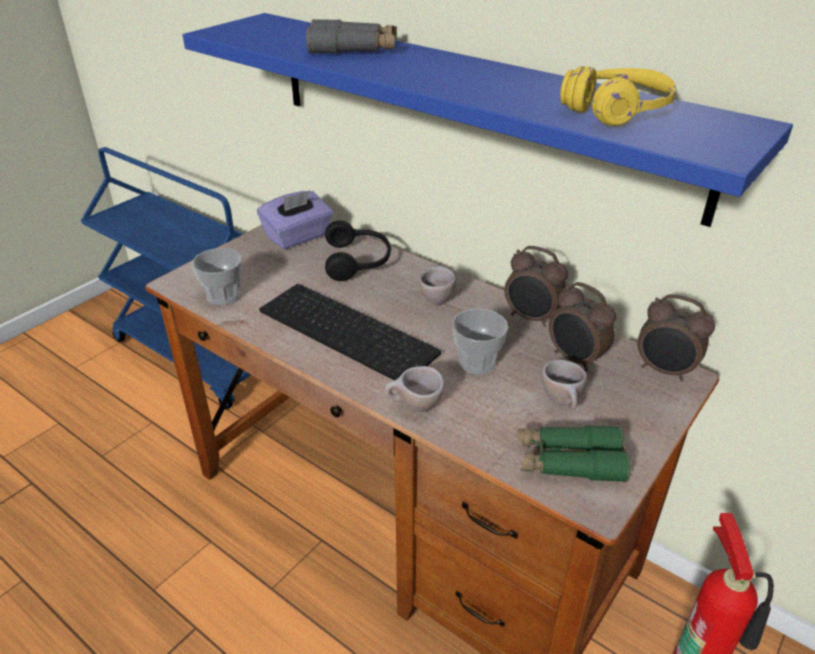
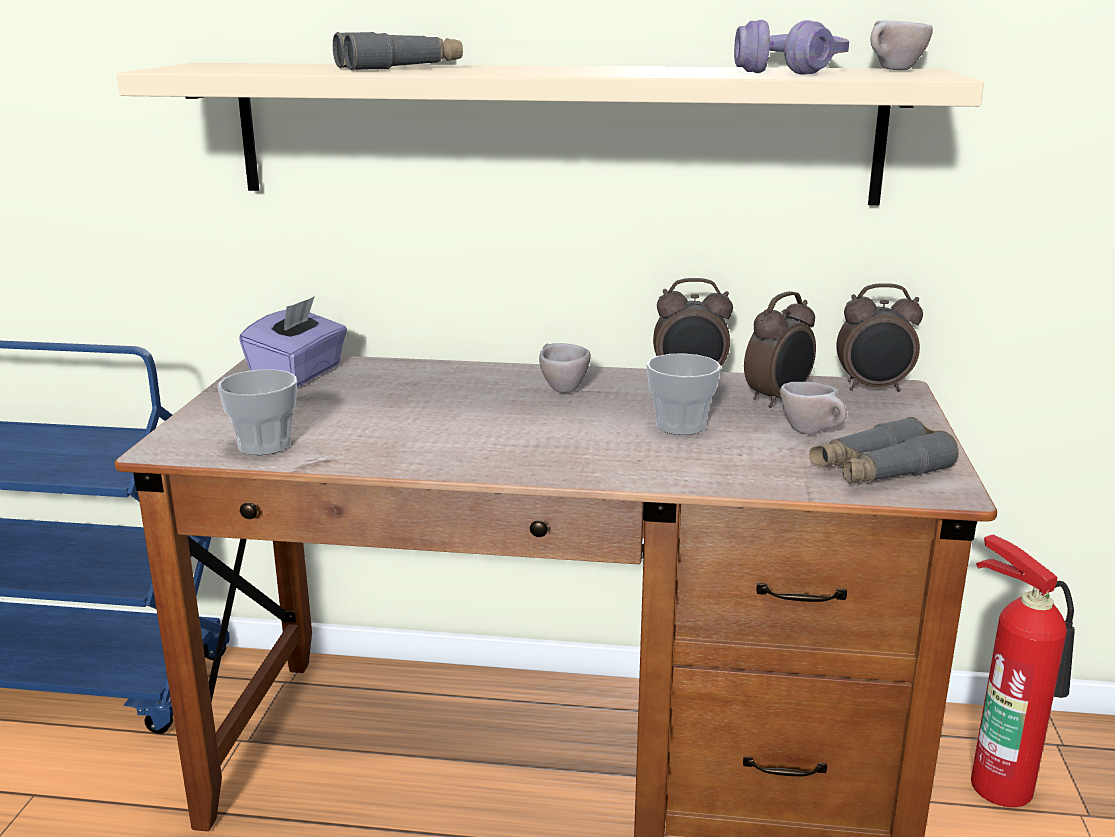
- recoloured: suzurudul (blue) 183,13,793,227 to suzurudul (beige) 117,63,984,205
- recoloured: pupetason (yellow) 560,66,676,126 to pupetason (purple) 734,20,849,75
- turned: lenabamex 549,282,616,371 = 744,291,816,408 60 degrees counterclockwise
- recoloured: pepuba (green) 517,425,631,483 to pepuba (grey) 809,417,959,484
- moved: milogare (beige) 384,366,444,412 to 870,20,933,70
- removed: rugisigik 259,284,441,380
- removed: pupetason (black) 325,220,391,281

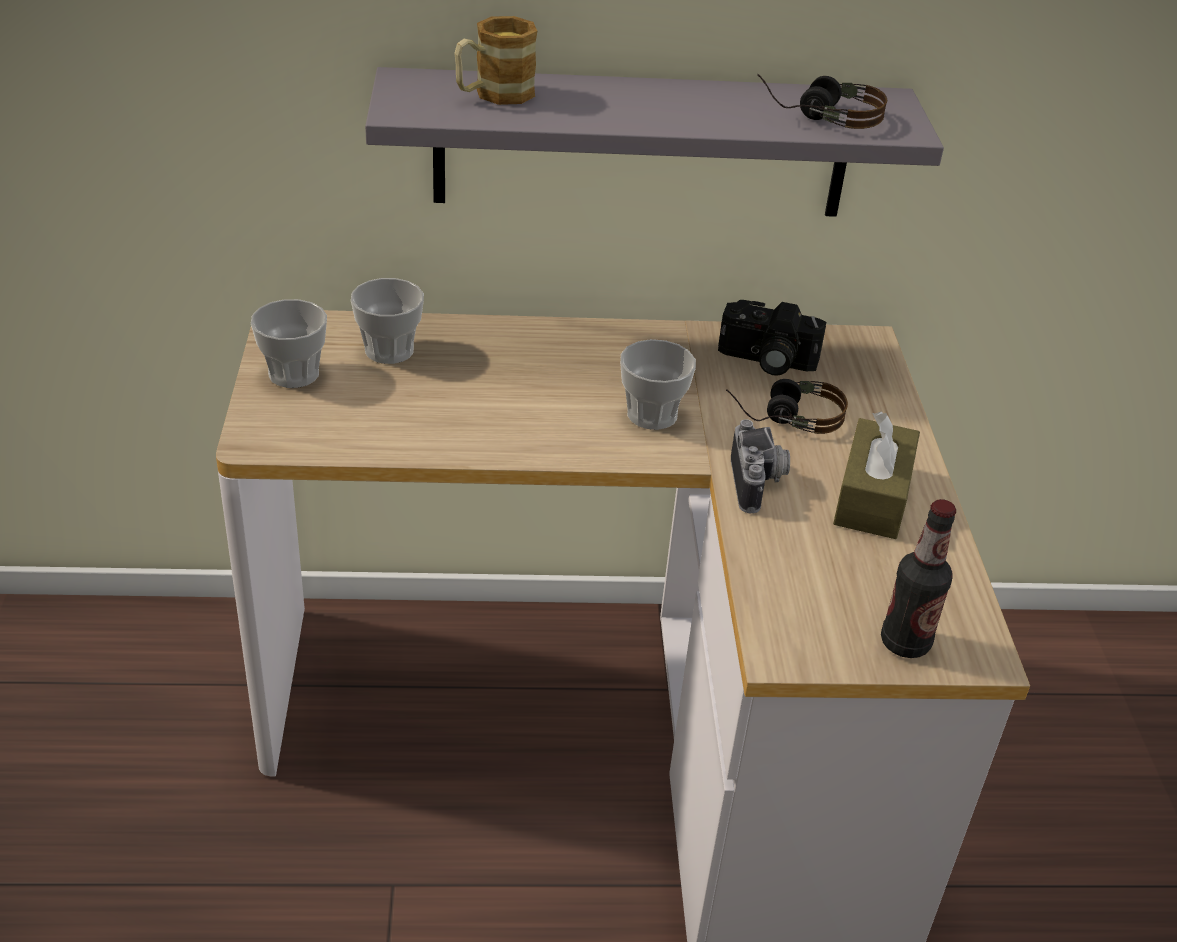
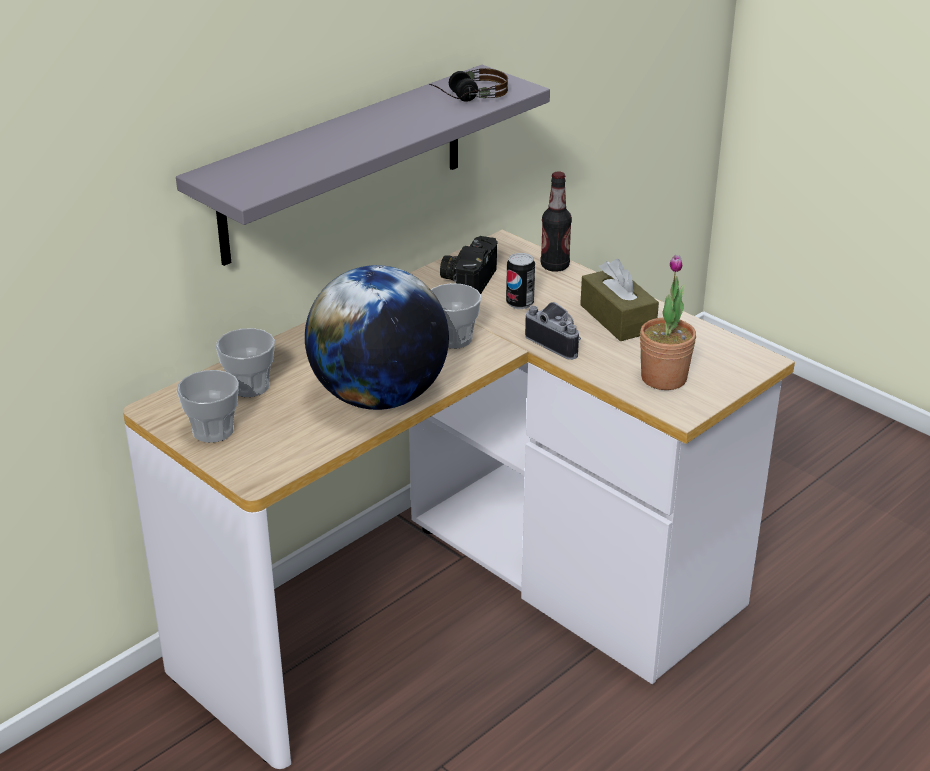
- added: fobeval 305,265,449,410
- turned: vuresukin 718,300,826,376 = 440,236,498,294 135 degrees clockwise
- replaced: pupetason 726,379,848,434 to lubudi 506,253,535,309
- moved: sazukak 881,499,956,658 to 541,171,572,272
- added: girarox 640,255,696,390
- removed: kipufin 454,16,537,105

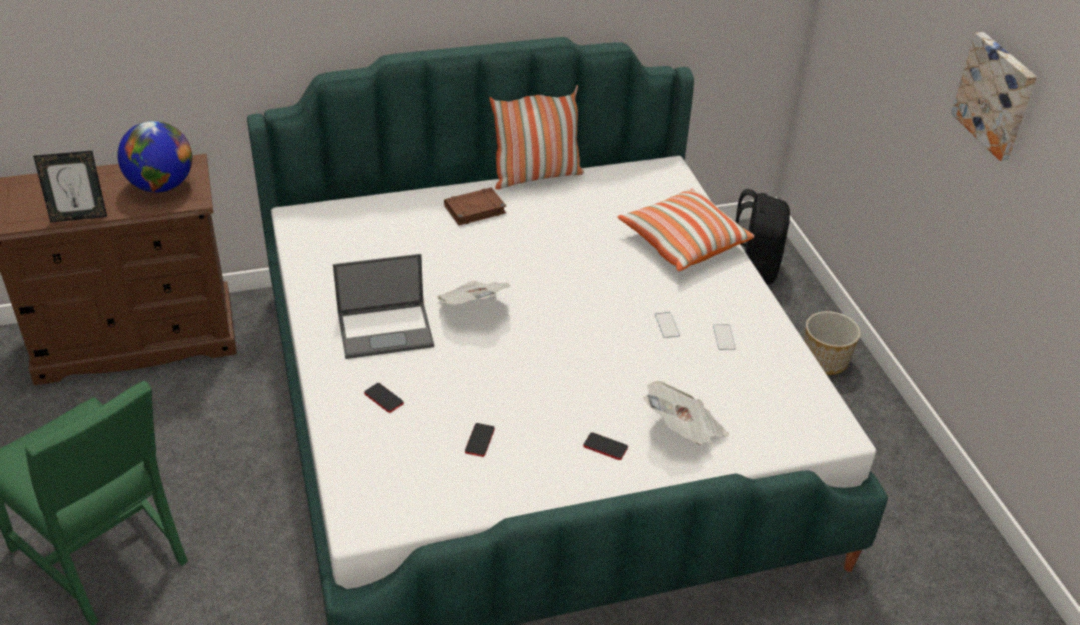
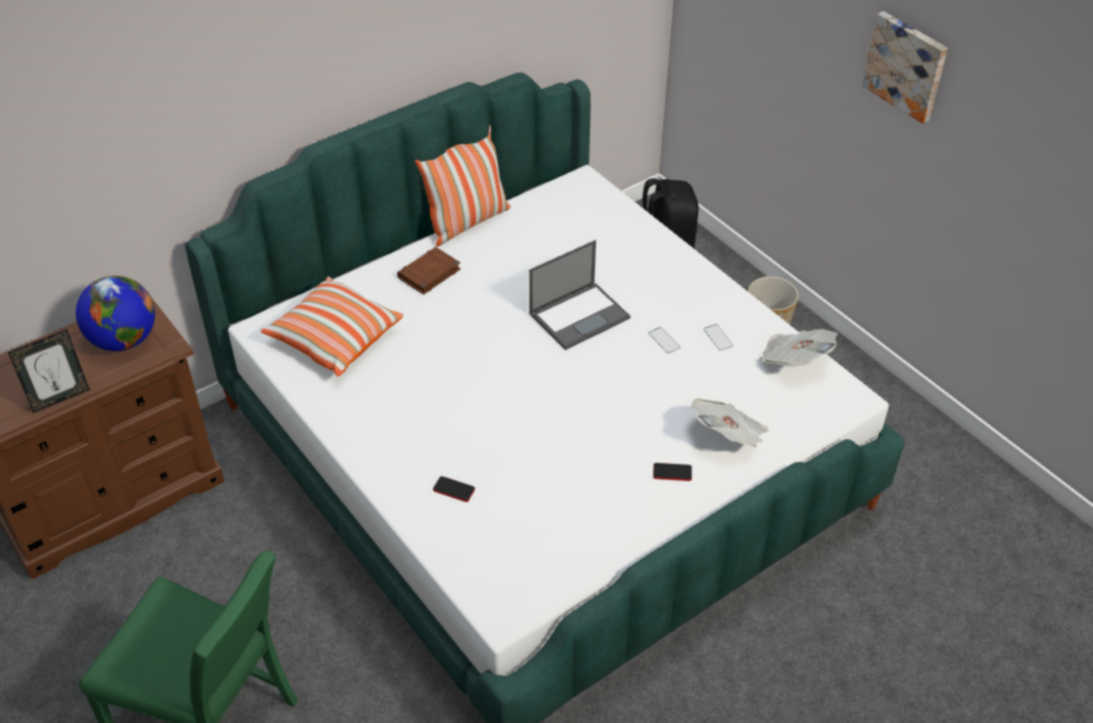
- moved: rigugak 618,188,754,271 to 261,277,403,376
- moved: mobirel 333,254,434,359 to 529,240,630,350
- moved: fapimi 437,281,511,305 to 759,329,838,366
- removed: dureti 465,423,495,457

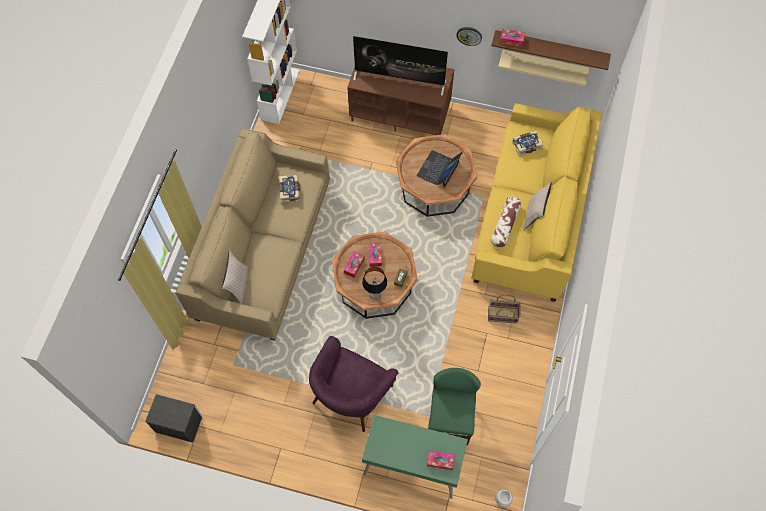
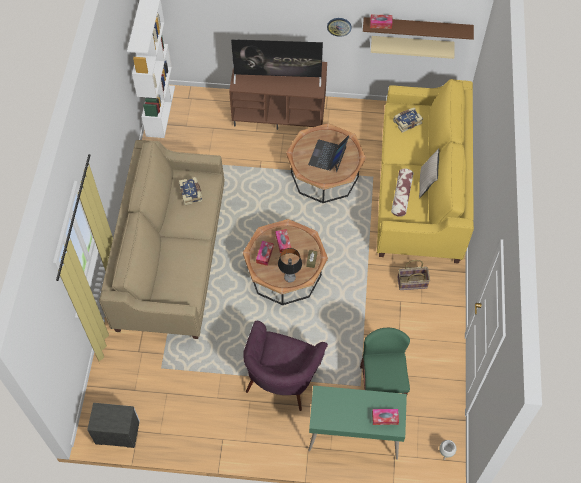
- removed: rigugak (beige) 222,250,249,304

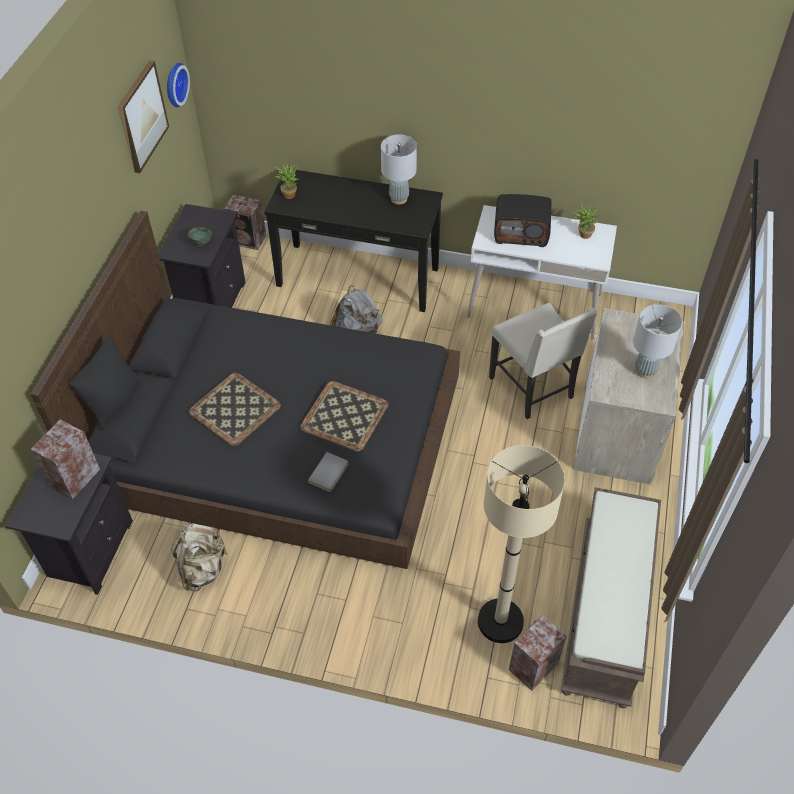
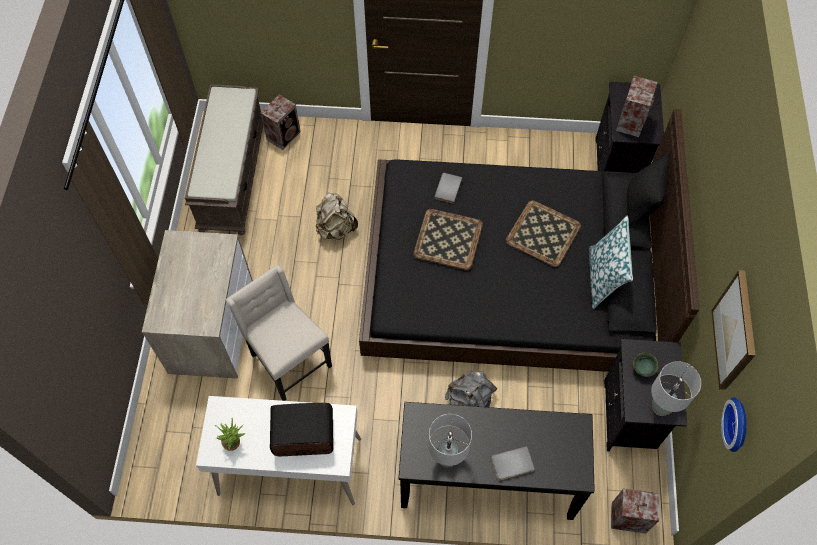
- moved: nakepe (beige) 171,524,227,592 to 316,193,358,240
- added: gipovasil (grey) 491,446,535,481
- added: rigugak 589,216,633,309
- moved: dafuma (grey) 633,304,682,378 to 651,361,701,416
- removed: girarox 274,162,299,199
- removed: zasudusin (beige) 478,445,565,643

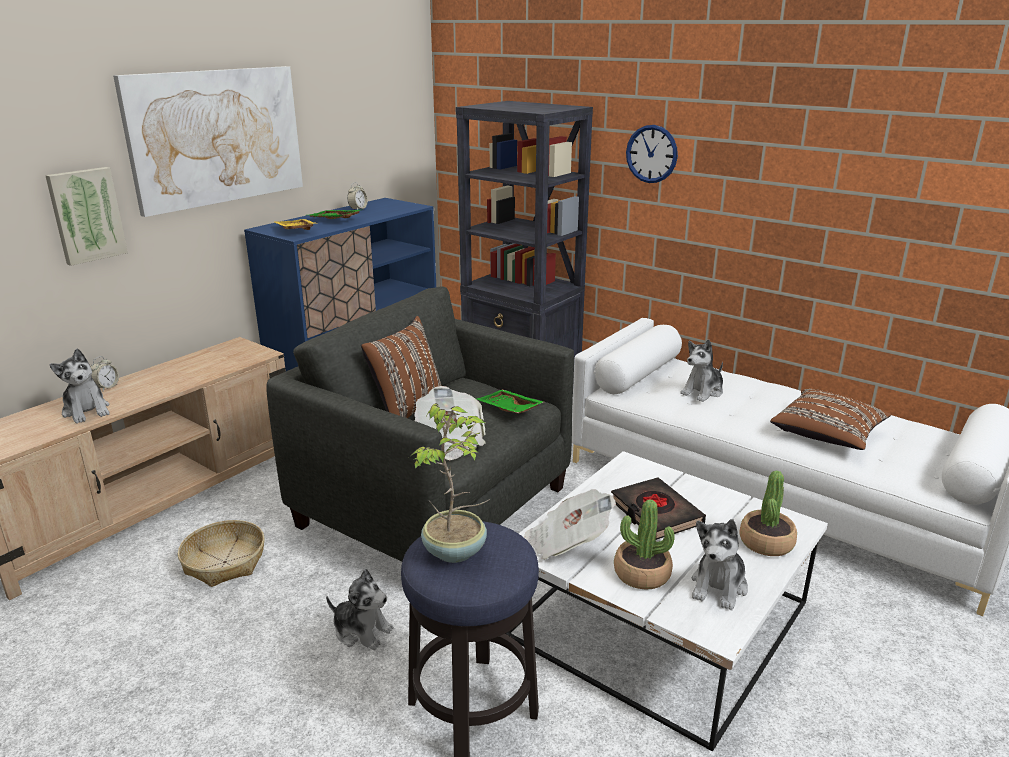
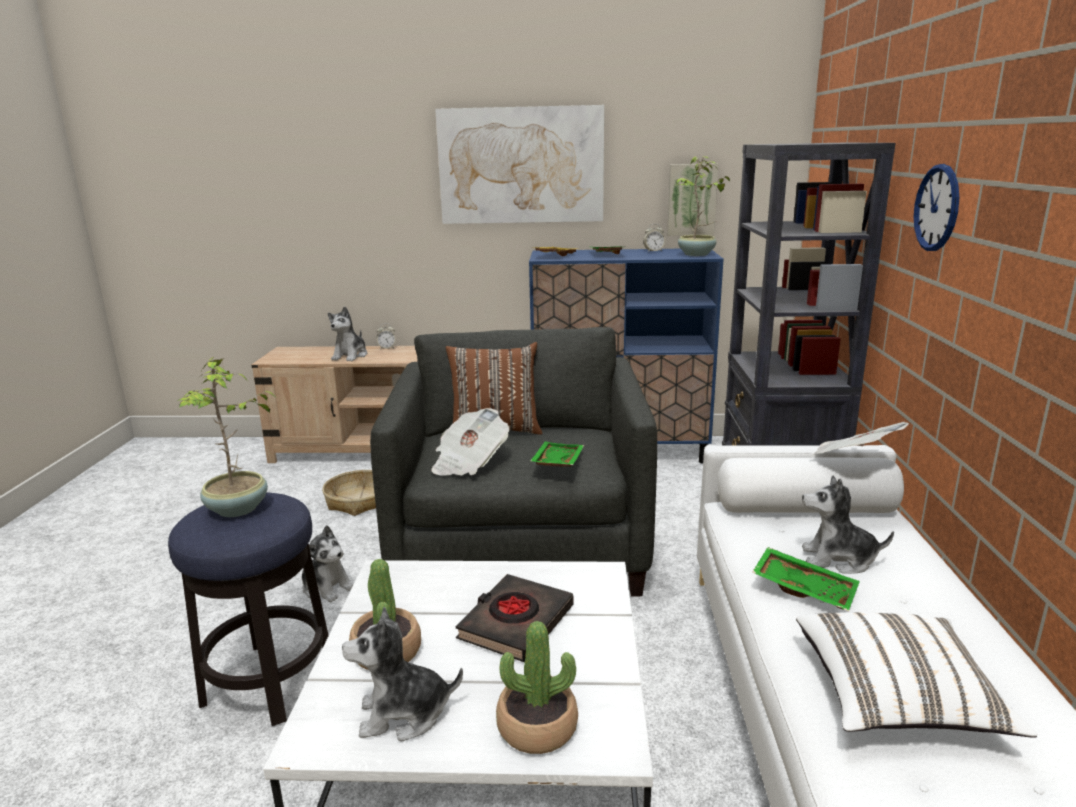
- turned: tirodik 326,569,394,650 = 302,525,354,602 45 degrees counterclockwise
- moved: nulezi 45,167,128,266 to 667,164,718,236
- added: girarox 675,156,730,256
- added: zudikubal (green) 752,547,860,611
- recoloured: rigugak (brown) 770,389,891,450 to rigugak (white) 796,612,1038,738
- moved: fapimi 524,489,616,560 to 813,422,909,455

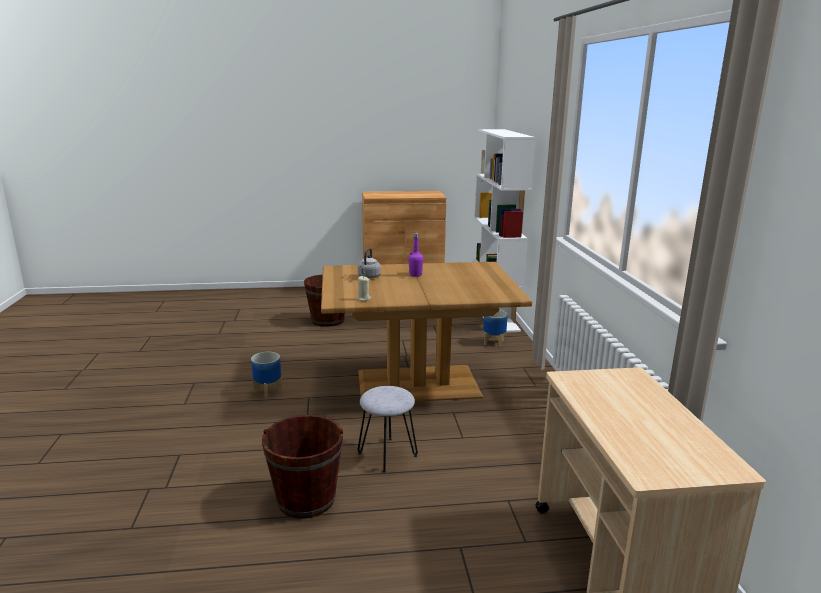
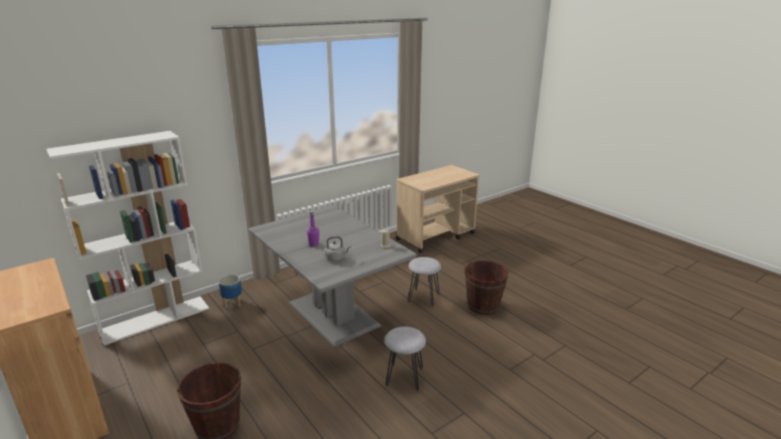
- recoloured: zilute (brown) 321,262,532,402 to zilute (grey) 249,205,417,347
- replaced: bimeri 251,352,282,399 to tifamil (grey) 384,327,426,391

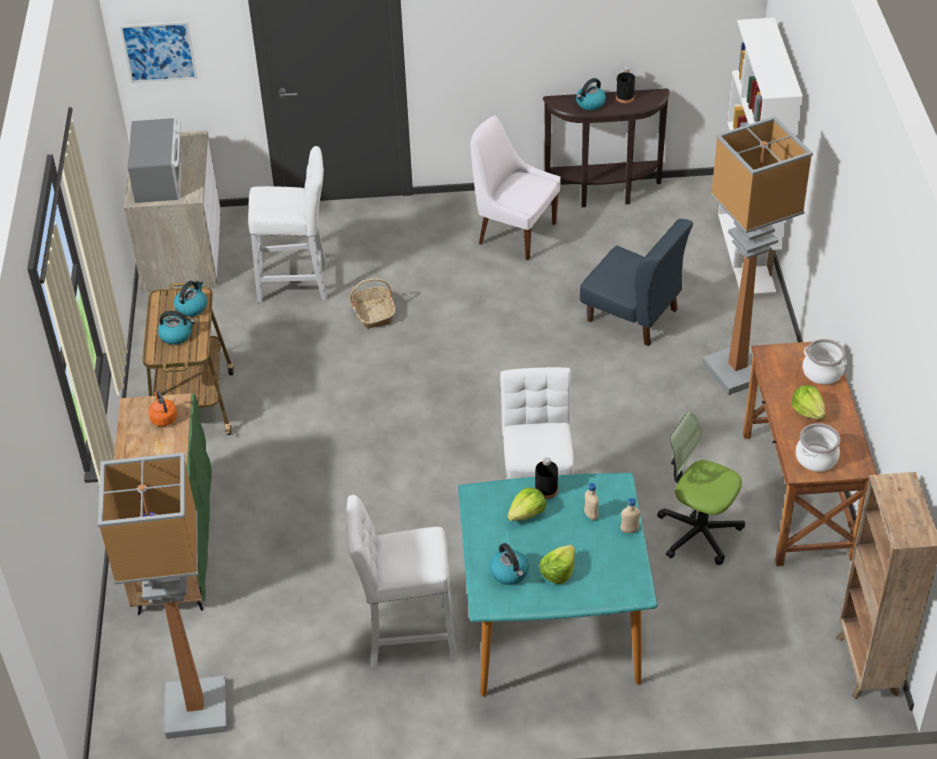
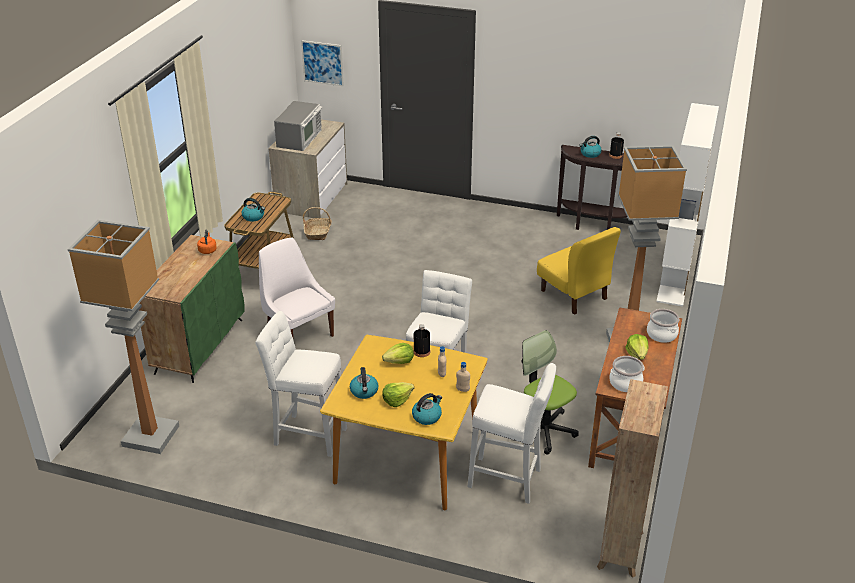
- moved: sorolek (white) 470,116,561,260 to 259,238,335,337
- moved: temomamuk 350,278,396,329 to 303,207,332,240
- recoloured: zilute (turquoise) 458,473,658,696 to zilute (yellow) 320,335,488,510
- moved: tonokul 174,281,207,317 to 412,393,442,425
- moved: tifamil (white) 248,146,327,303 to 468,363,556,504
- recoloured: sorolek (blue) 580,219,693,346 to sorolek (yellow) 537,227,621,315

